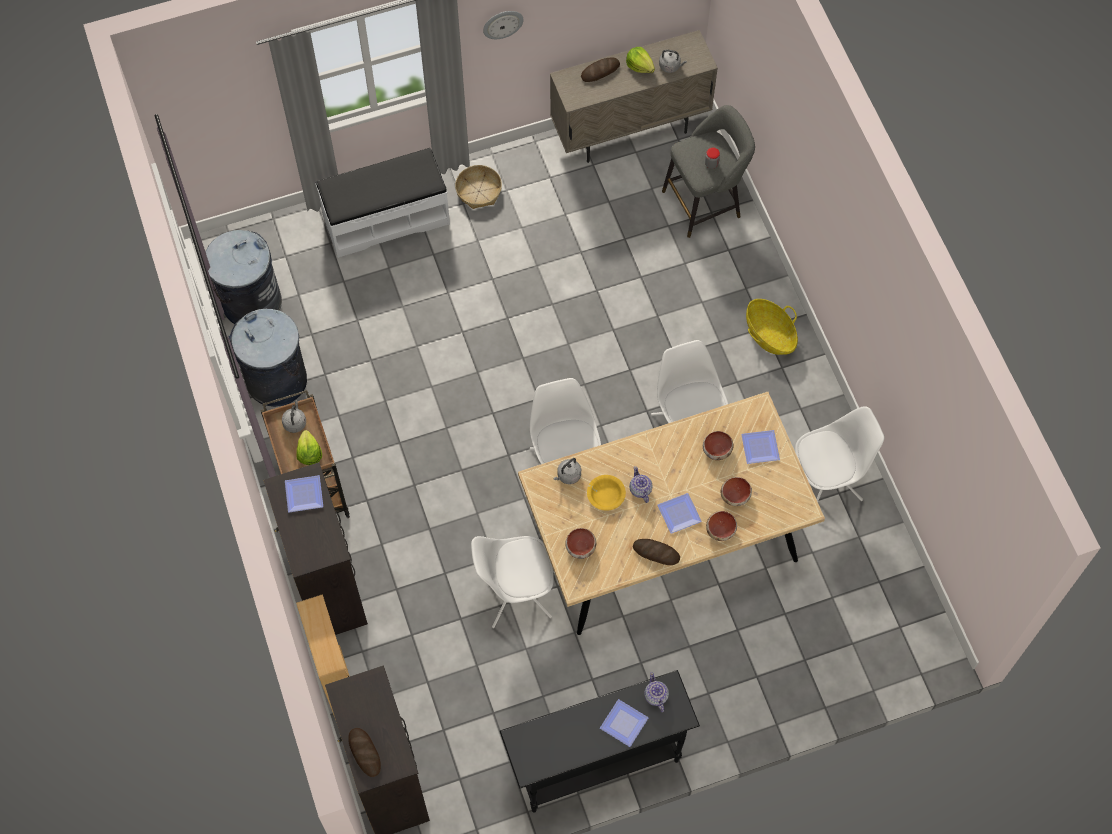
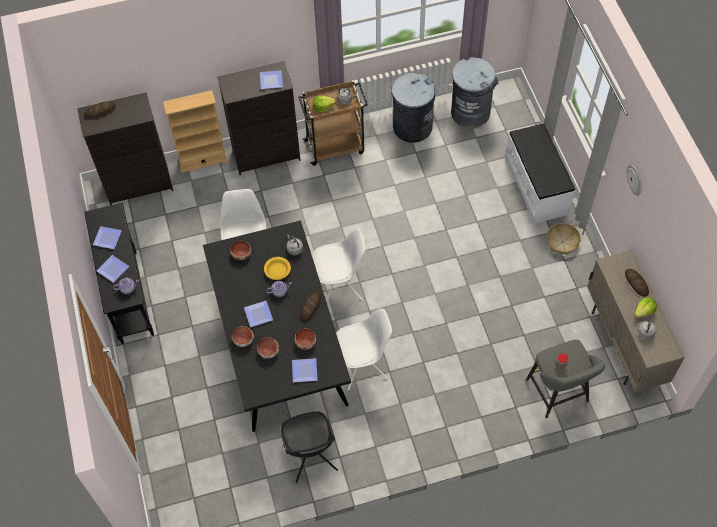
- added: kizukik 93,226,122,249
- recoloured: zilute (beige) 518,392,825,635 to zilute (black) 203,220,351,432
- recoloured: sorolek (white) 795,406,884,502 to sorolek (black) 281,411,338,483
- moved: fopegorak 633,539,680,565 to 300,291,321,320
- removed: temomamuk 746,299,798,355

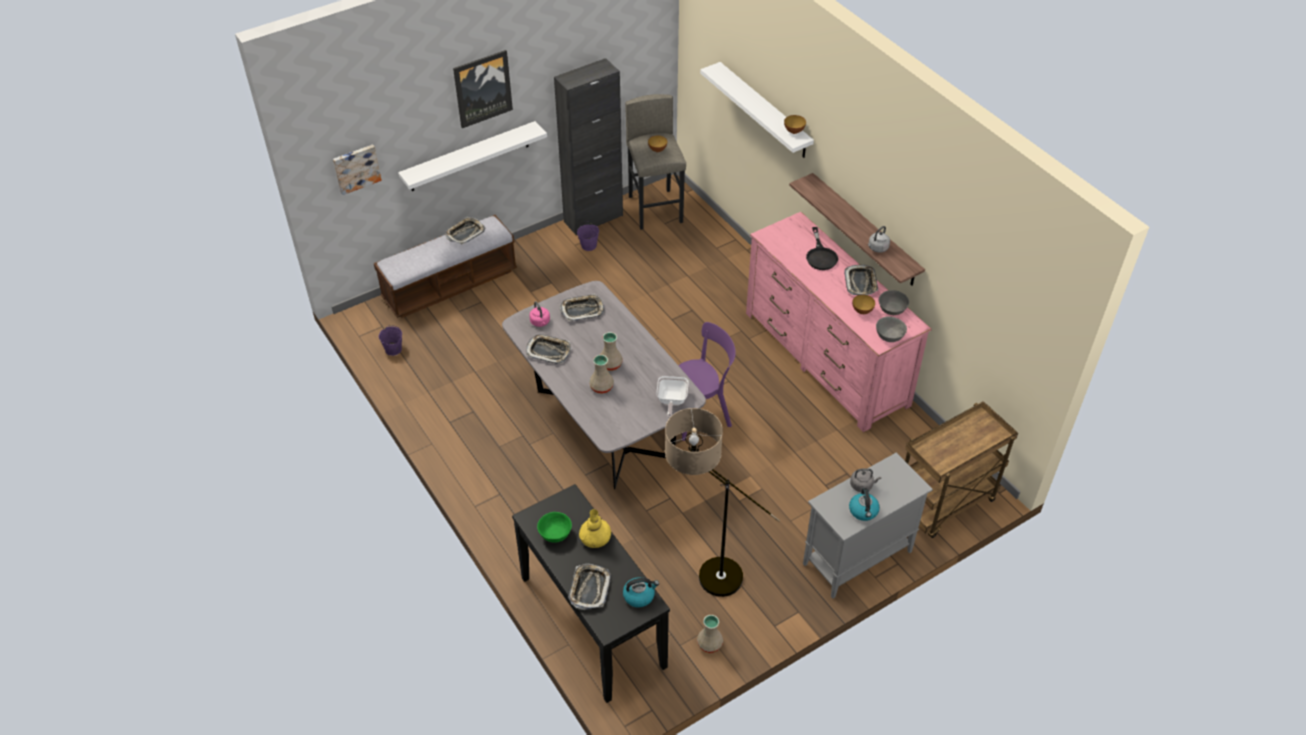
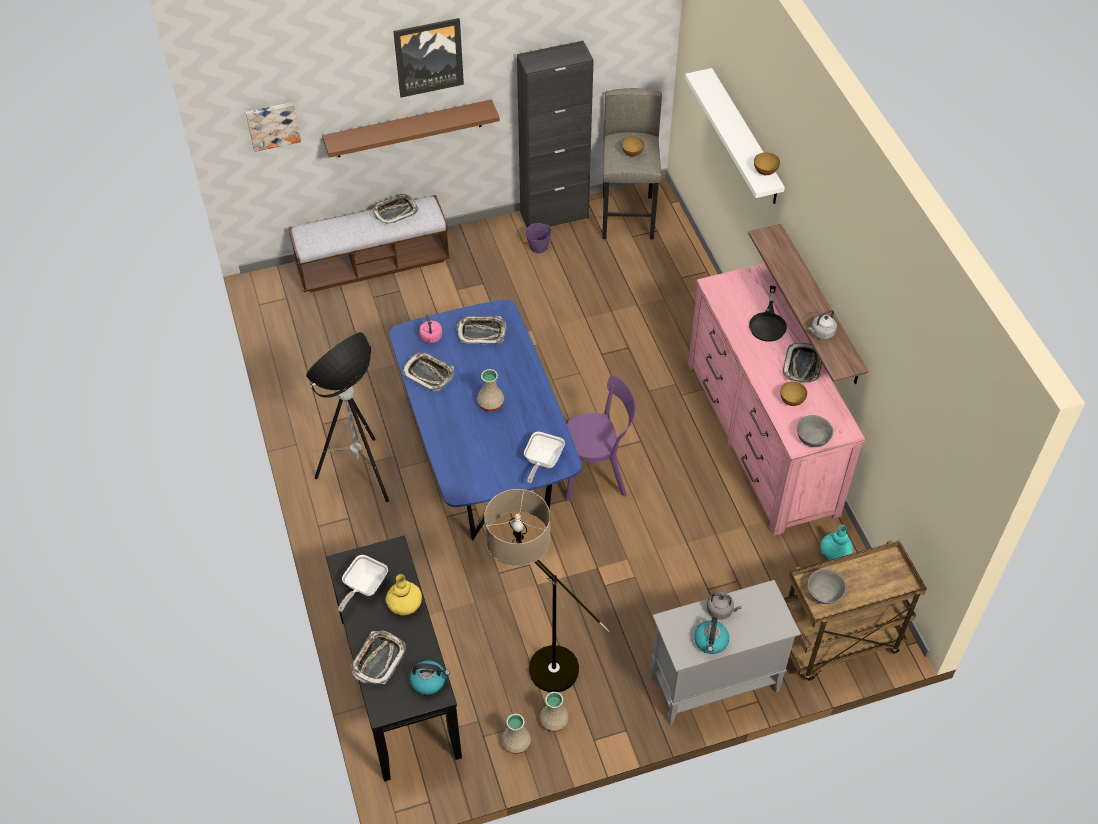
- added: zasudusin 306,332,389,502
- recoloured: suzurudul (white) 398,121,547,191 to suzurudul (brown) 322,100,500,158
- replaced: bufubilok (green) 537,512,572,543 to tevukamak 338,555,388,612
- recoloured: zilute (grey) 502,281,706,489 to zilute (blue) 389,300,582,540
- moved: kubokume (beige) 589,355,614,393 to 540,692,569,732
- moved: bufubilok (grey) 879,290,909,315 to 807,569,846,604
- added: kubokume (turquoise) 821,525,853,560
- removed: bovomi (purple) 379,325,402,356

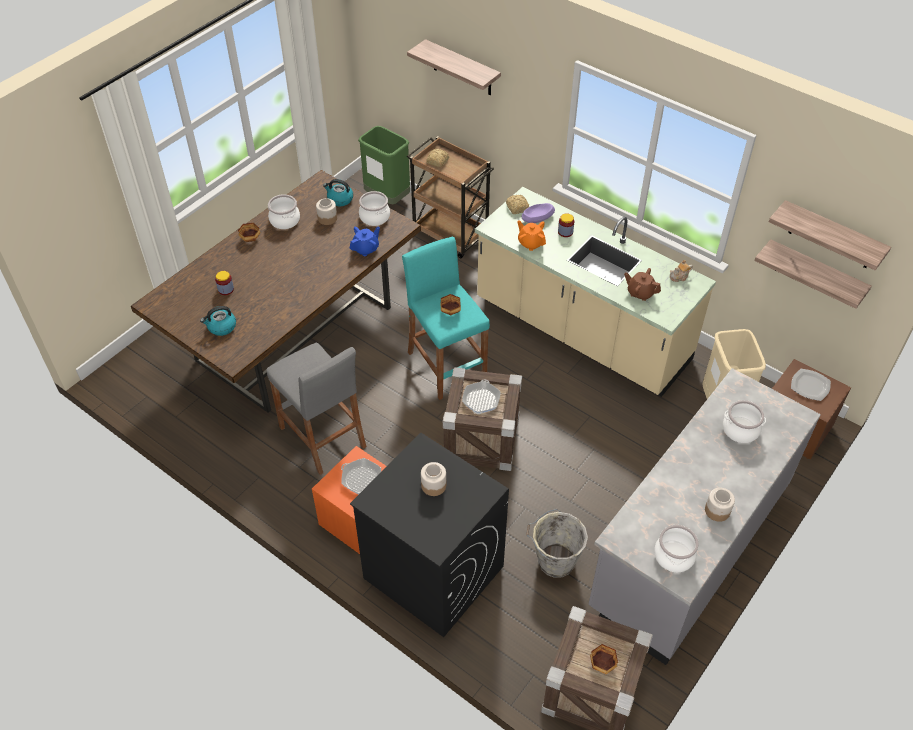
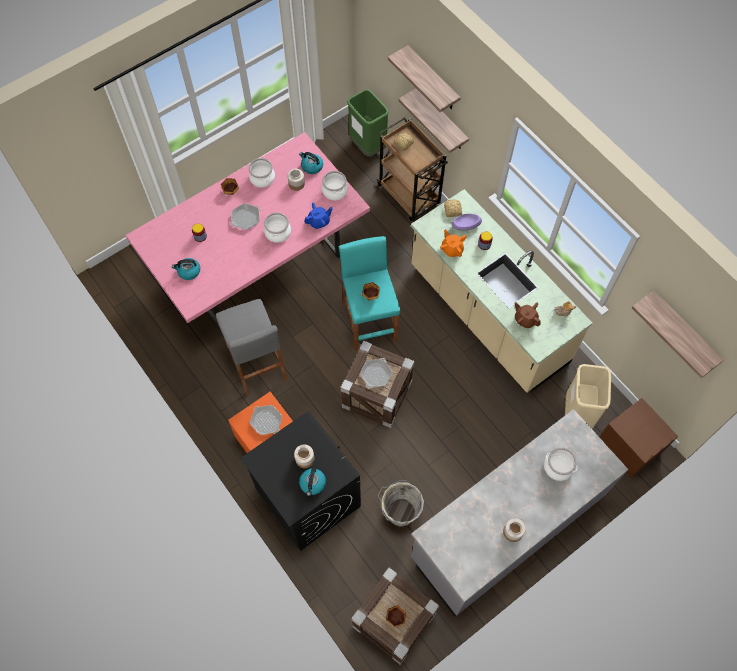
- recoloured: zilute (brown) 131,170,421,413 to zilute (pink) 126,132,370,330
- added: tevukamak 230,203,261,230
- moved: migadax 654,525,699,572 to 264,212,291,243
- added: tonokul 299,468,326,496
- moved: suzurudul 754,239,872,309 to 399,88,469,153
- removed: kizukik 791,369,831,401

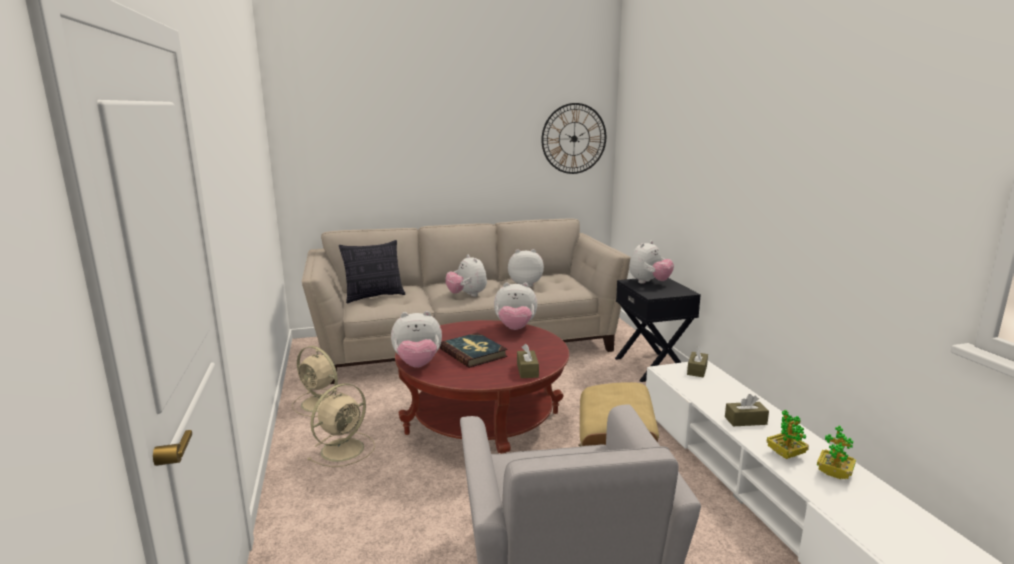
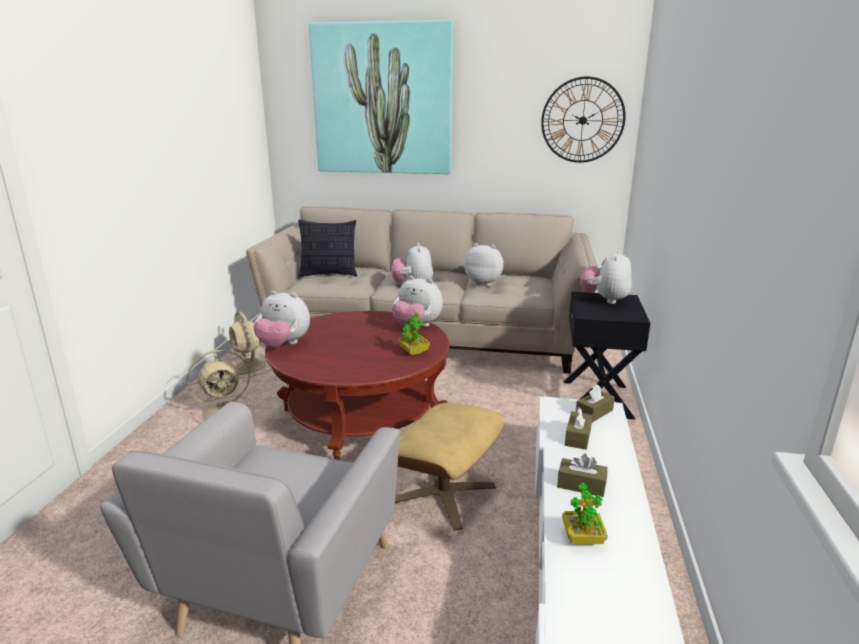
- added: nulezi 309,20,453,174
- moved: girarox 817,426,856,479 to 398,312,430,355
- moved: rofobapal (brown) 517,344,539,378 to 565,407,592,450
- turned: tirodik 629,241,674,284 = 580,250,632,304 135 degrees clockwise
- removed: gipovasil 440,332,508,368

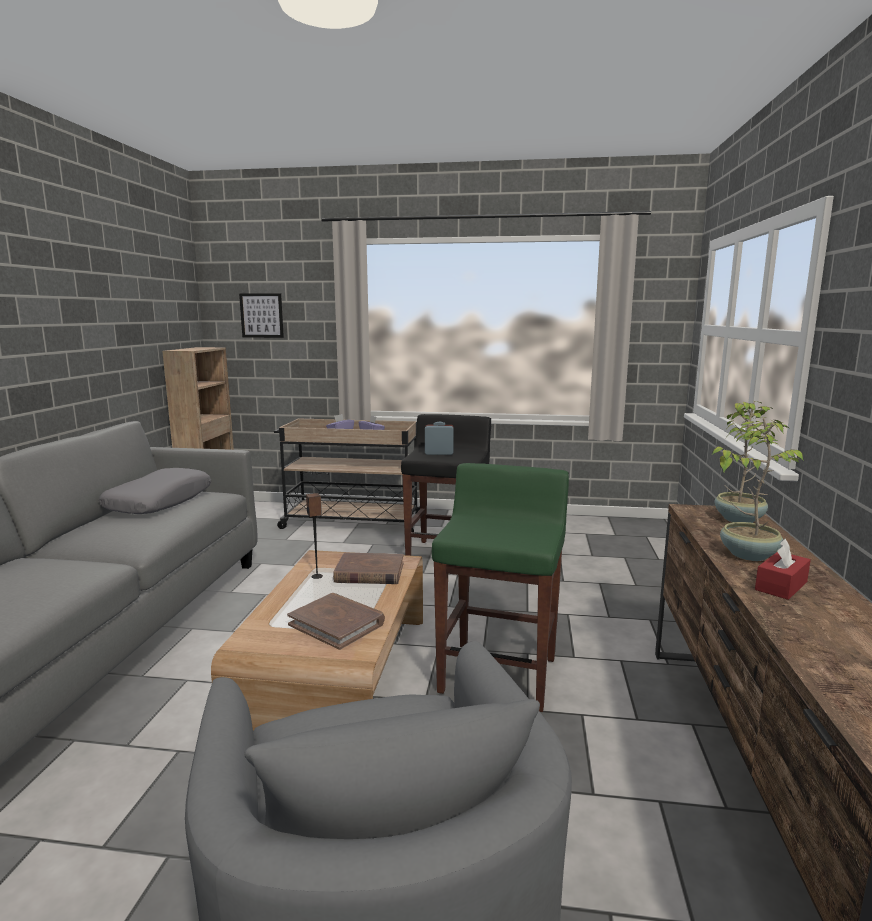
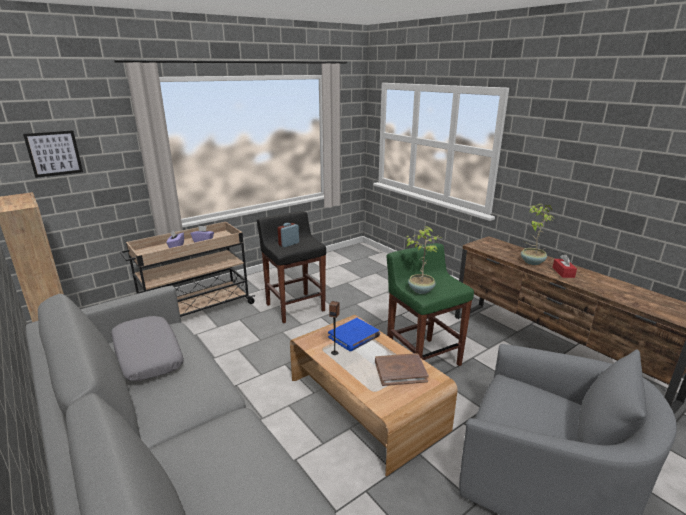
- recoloured: gipovasil (brown) 333,553,404,584 to gipovasil (blue) 328,318,380,351
- moved: girarox 715,401,790,523 to 406,226,442,294

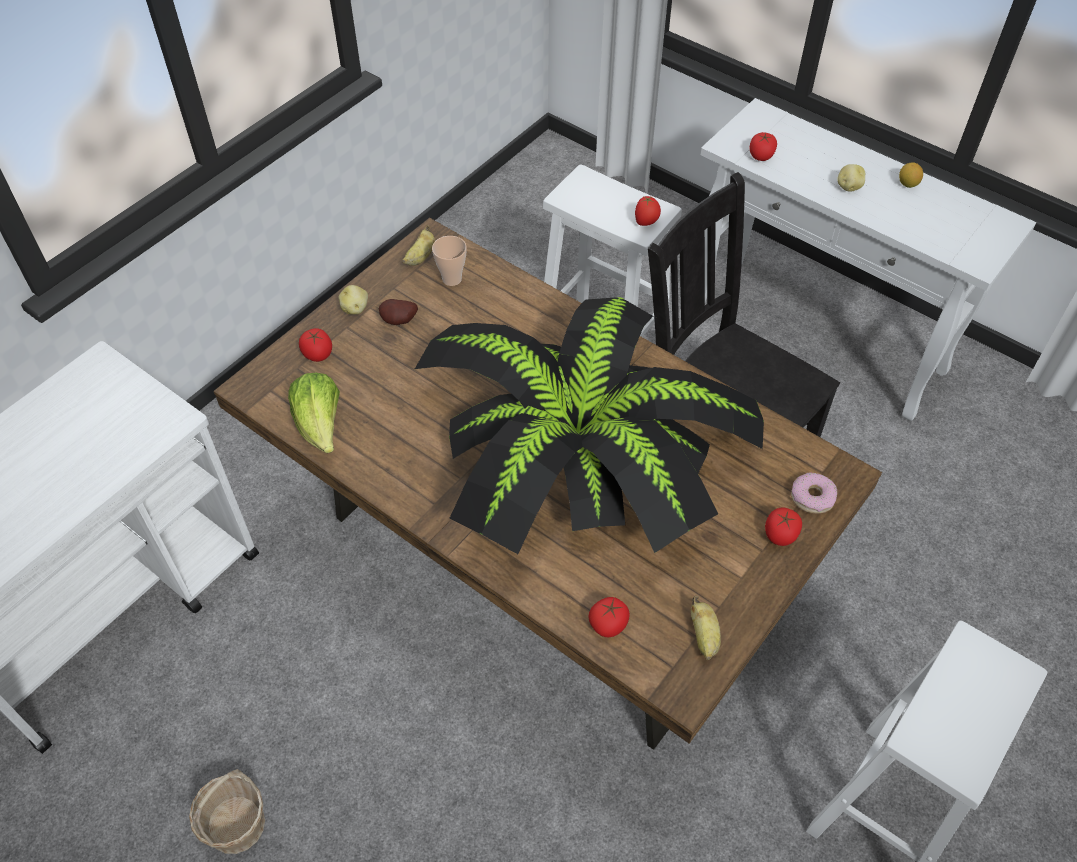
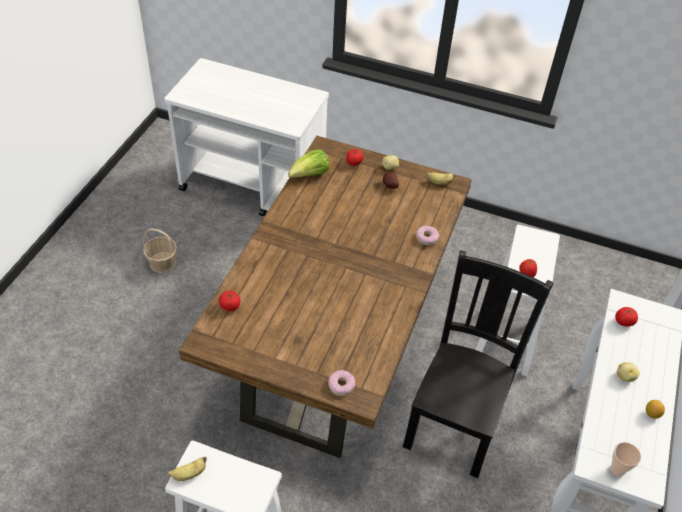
- moved: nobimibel 691,596,721,660 to 168,456,207,481
- added: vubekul 416,226,439,245
- moved: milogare 432,236,467,286 to 610,442,641,476
- removed: girarox 415,297,764,554
- removed: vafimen 765,508,802,546

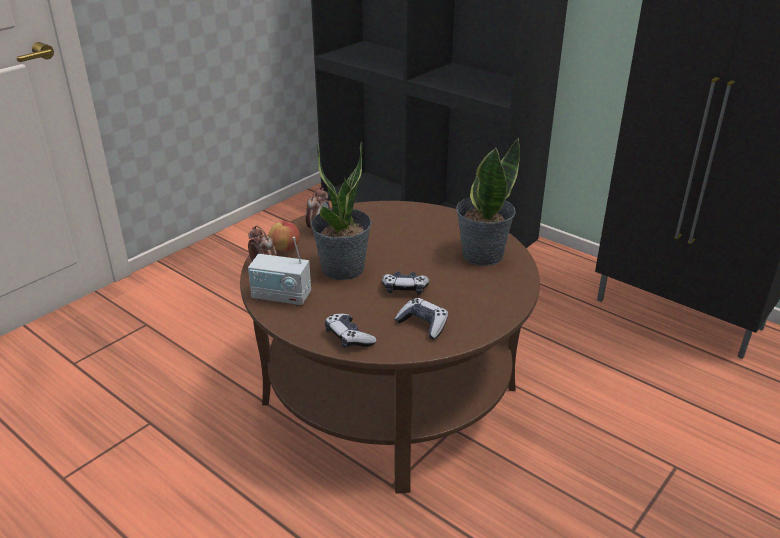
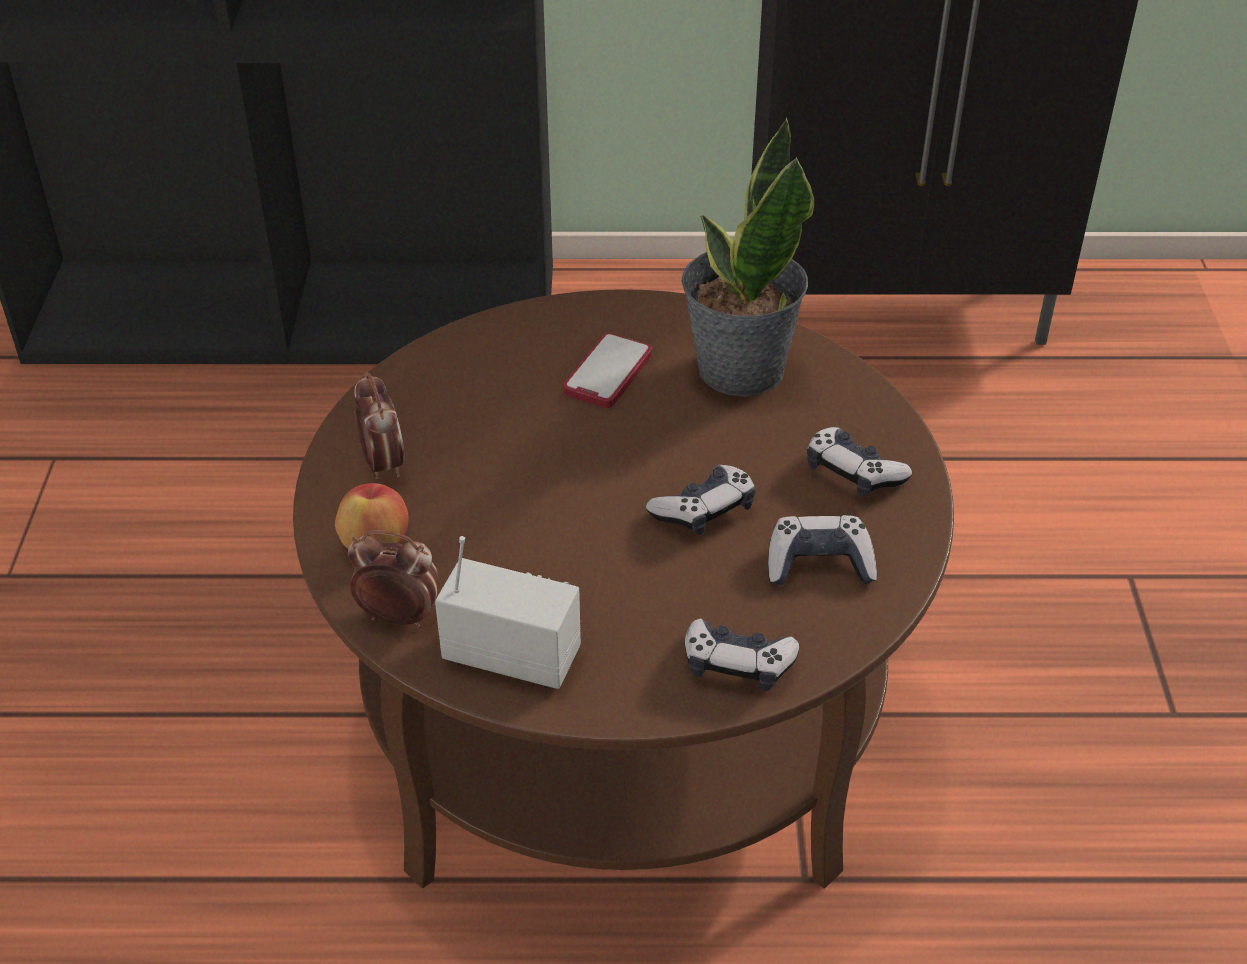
- turned: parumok 248,237,311,306 = 435,536,581,689 135 degrees counterclockwise
- added: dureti 563,333,652,408
- added: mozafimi 807,427,912,496
- removed: girarox 311,141,372,280

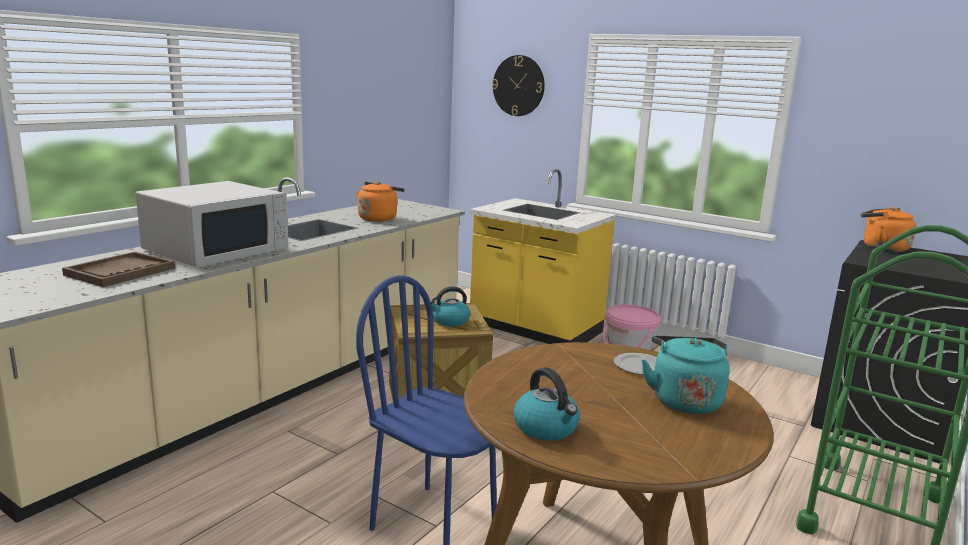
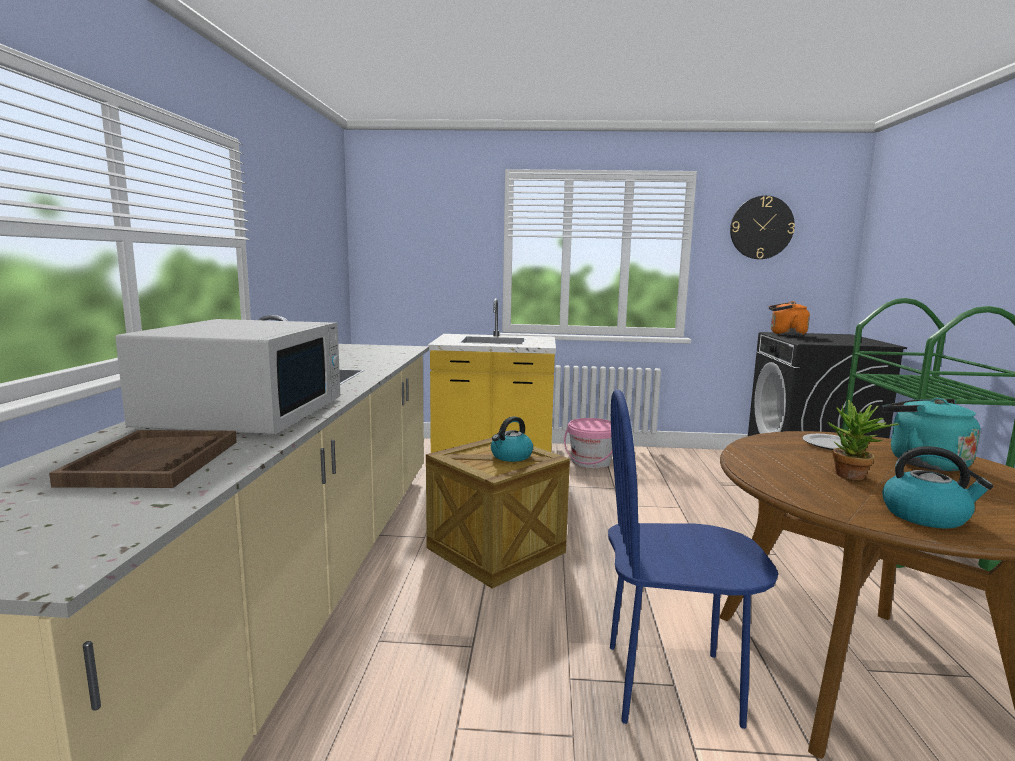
- moved: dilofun 492,55,545,116 to 730,196,795,259
- added: girarox 827,400,899,480
- removed: tonokul (orange) 357,182,405,222

